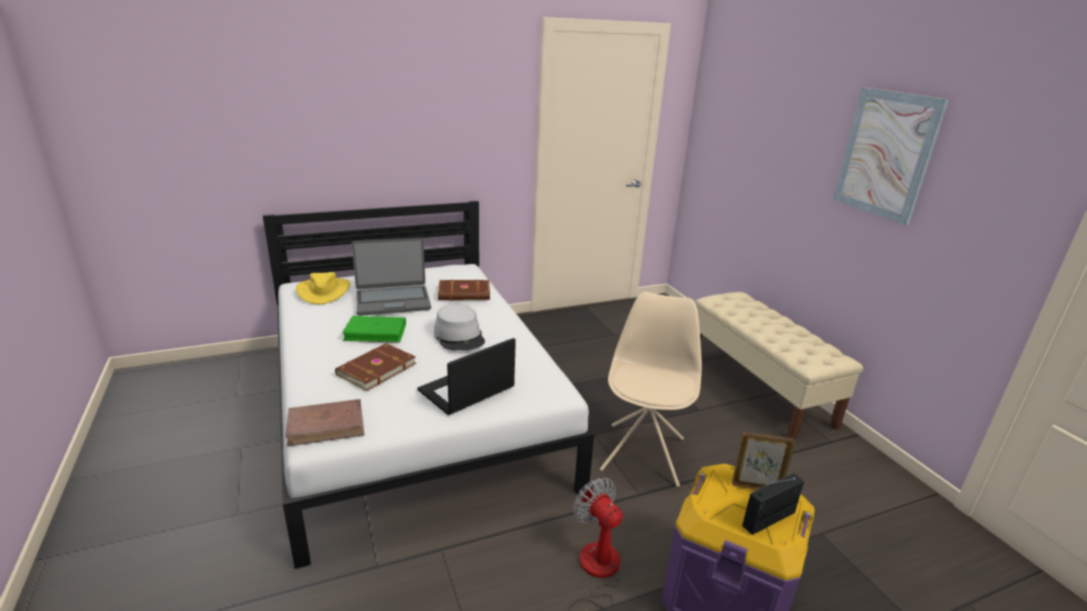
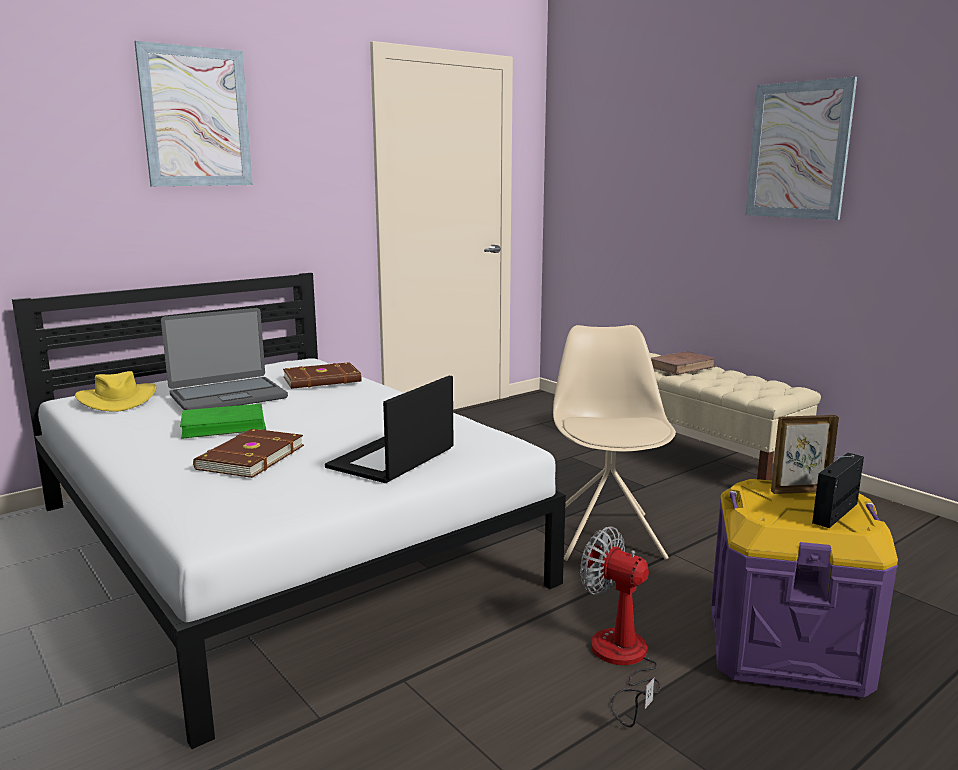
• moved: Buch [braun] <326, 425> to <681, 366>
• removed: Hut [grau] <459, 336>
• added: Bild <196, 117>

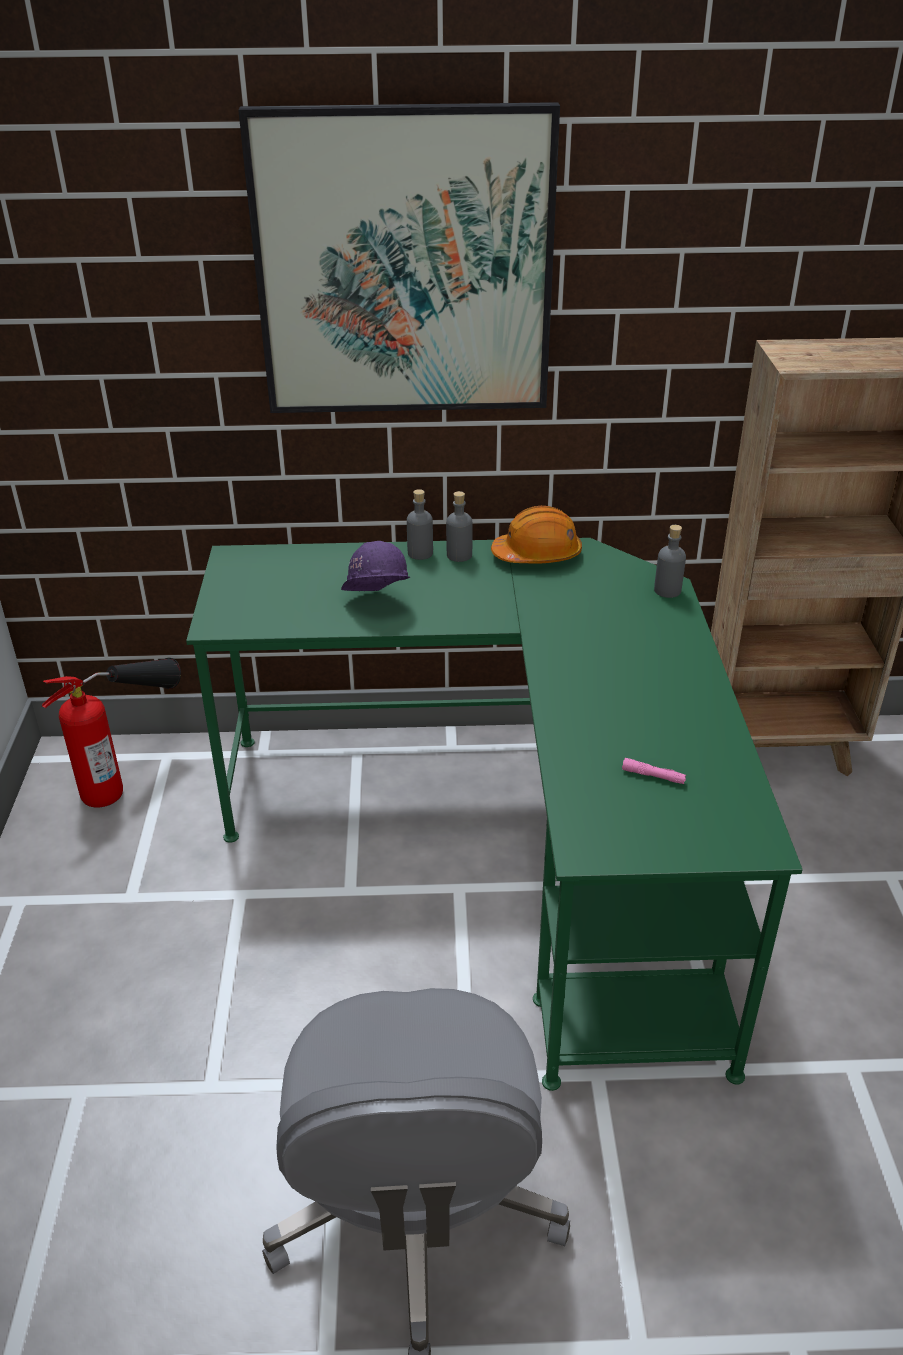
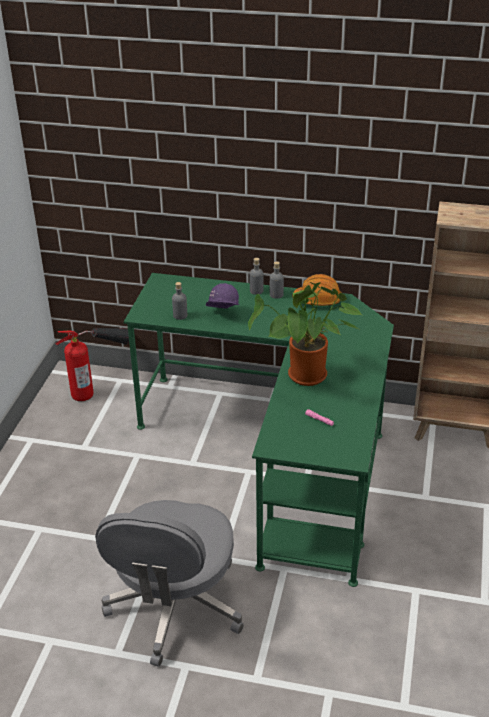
• removed: Bild <404, 265>
• moved: Flasche [grau] <667, 590> to <180, 315>
• added: Topfpflanze <306, 378>

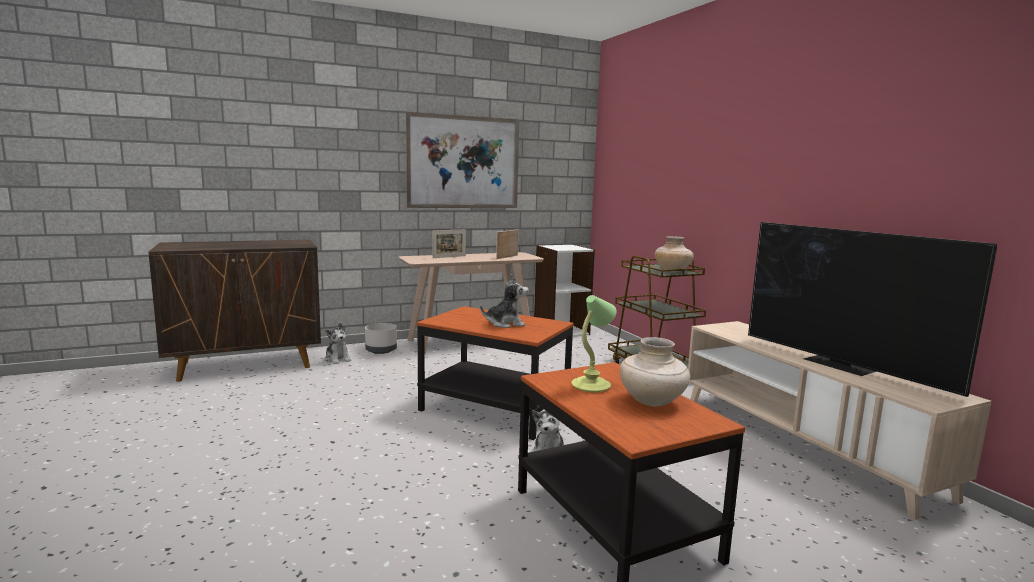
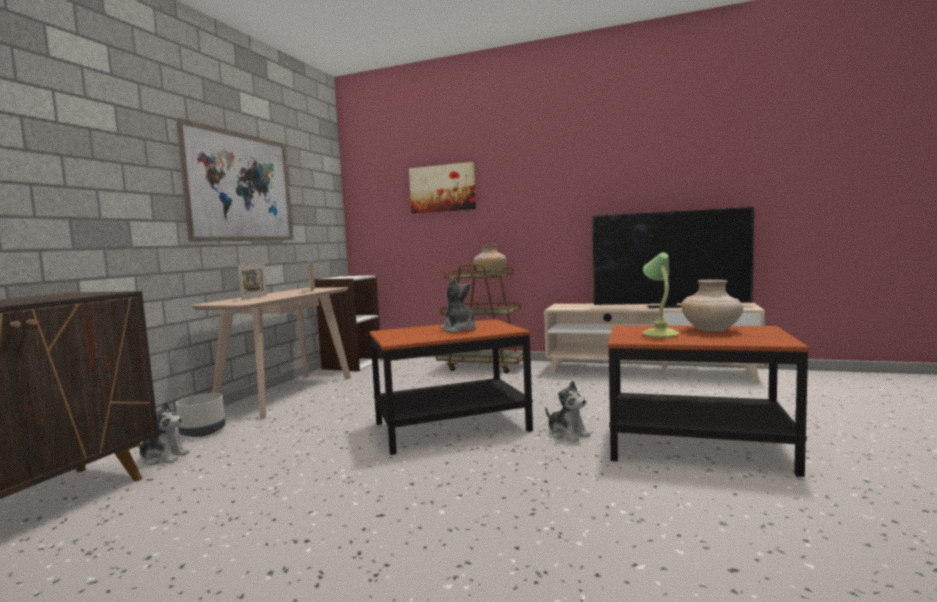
• turned: Plüschtier <505, 324> = <459, 329> 60 degrees counterclockwise
• added: Bild <442, 188>

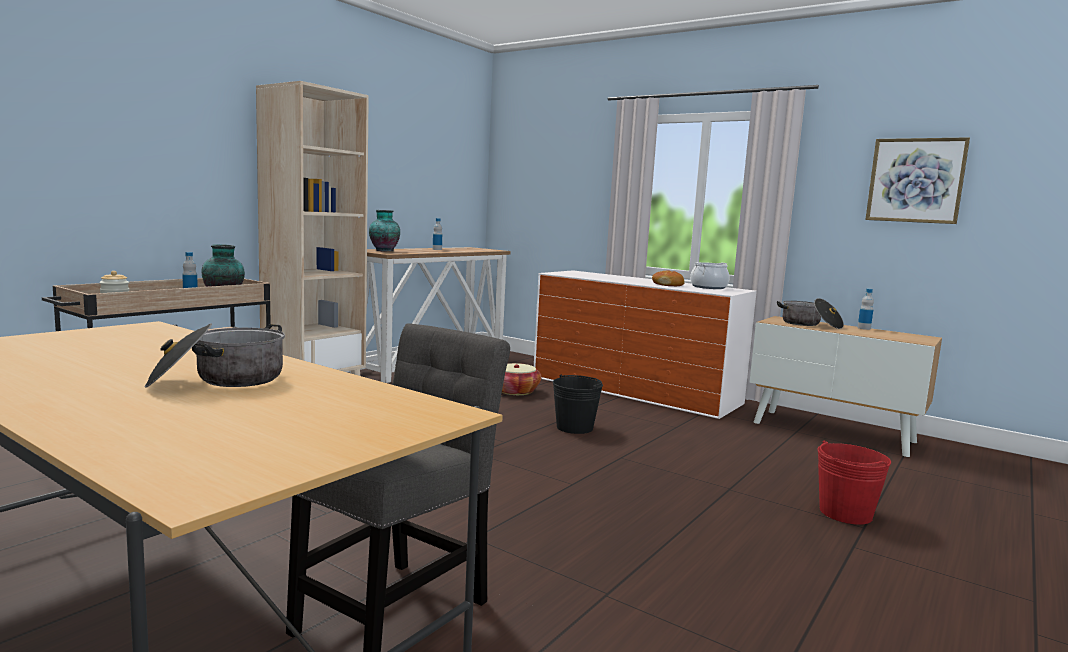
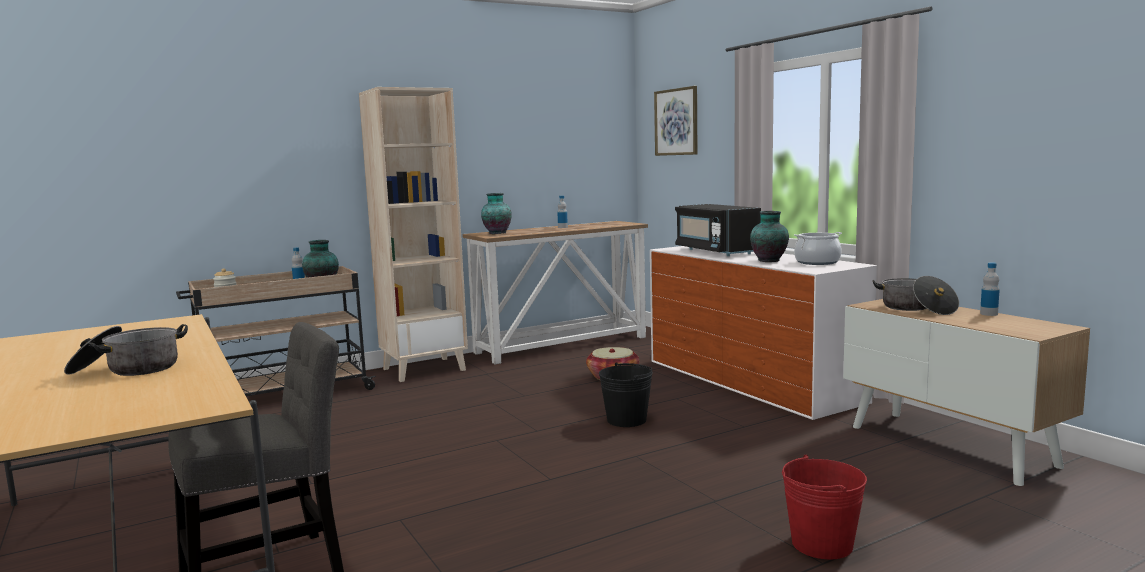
• replaced: Brot <668, 285> to Vase <769, 260>
• moved: Bild <915, 180> to <676, 122>
• added: Mikrowelle [schwarz] <715, 251>

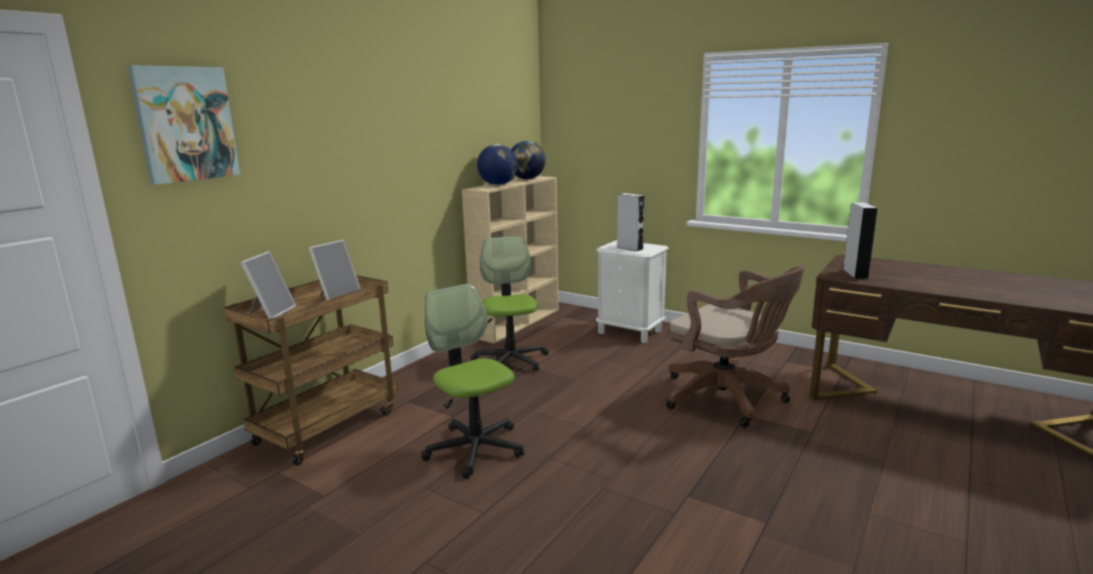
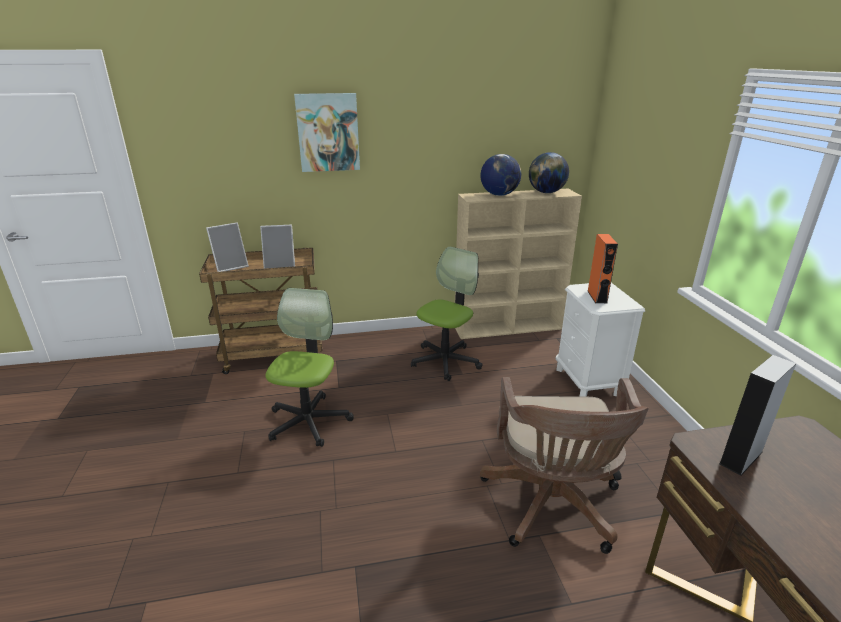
• moved: Bild <186, 124> to <328, 132>
• recoloured: Lautsprecher [grau] <630, 248> to Lautsprecher [orange] <597, 297>

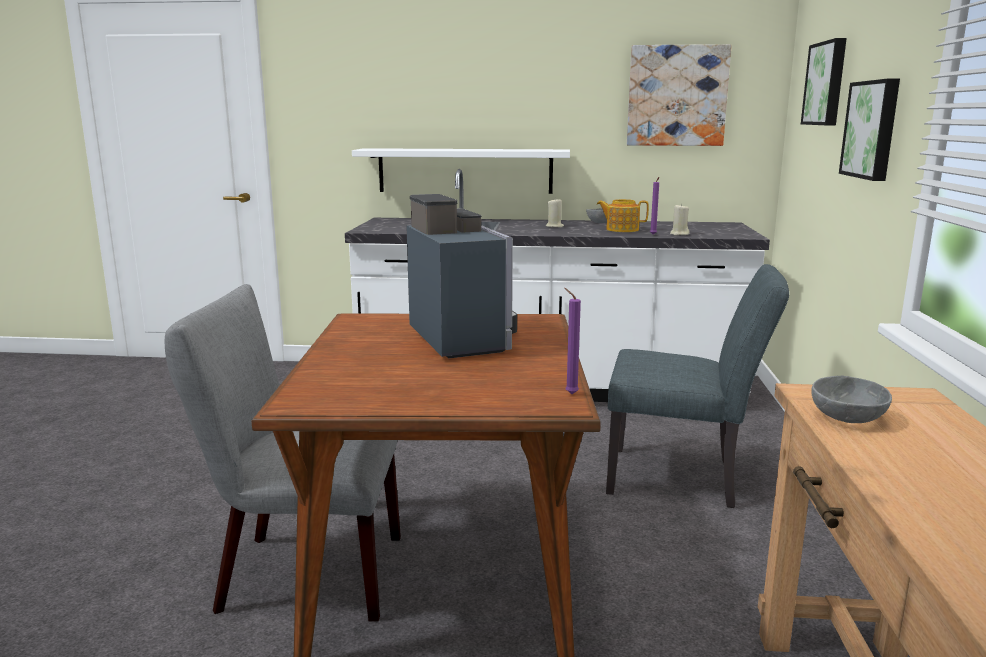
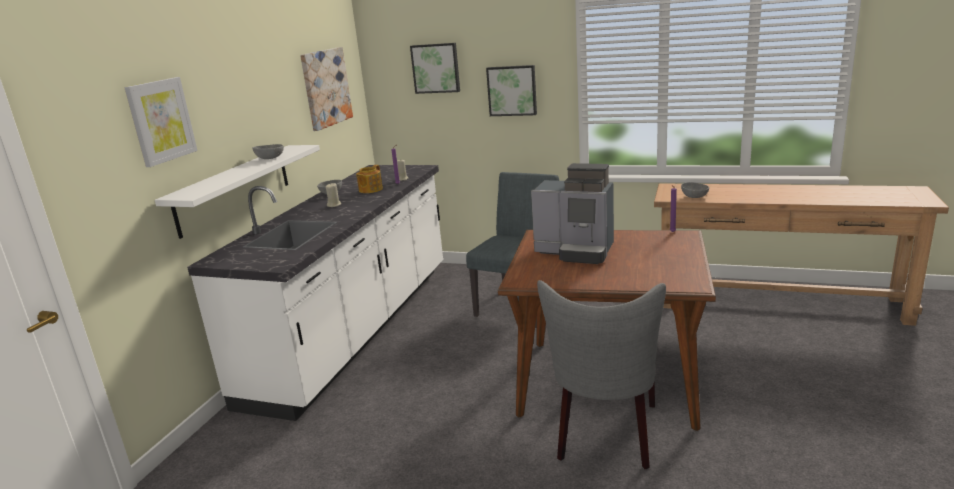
• turned: Kaffeemaschine <464, 338> = <576, 251> 150 degrees counterclockwise
• added: Bild <161, 121>
• added: Schüssel [grau] <270, 158>

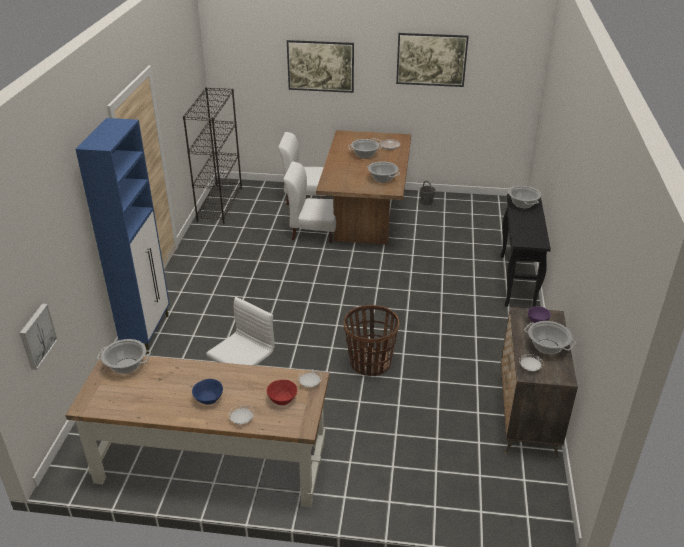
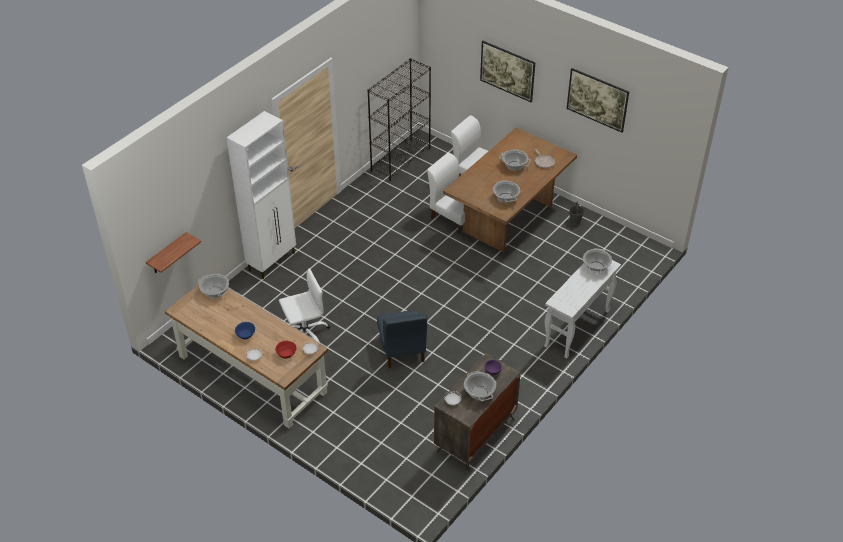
• replaced: Bild <36, 336> to Wandregal <167, 254>
• recoloured: Schrank [blau] <147, 332> to Schrank [weiß] <272, 261>
• replaced: Korb <370, 363> to Stuhl [blau] <402, 349>
• recoloured: Konsolentisch [schwarz] <517, 281> to Konsolentisch [weiß] <577, 329>

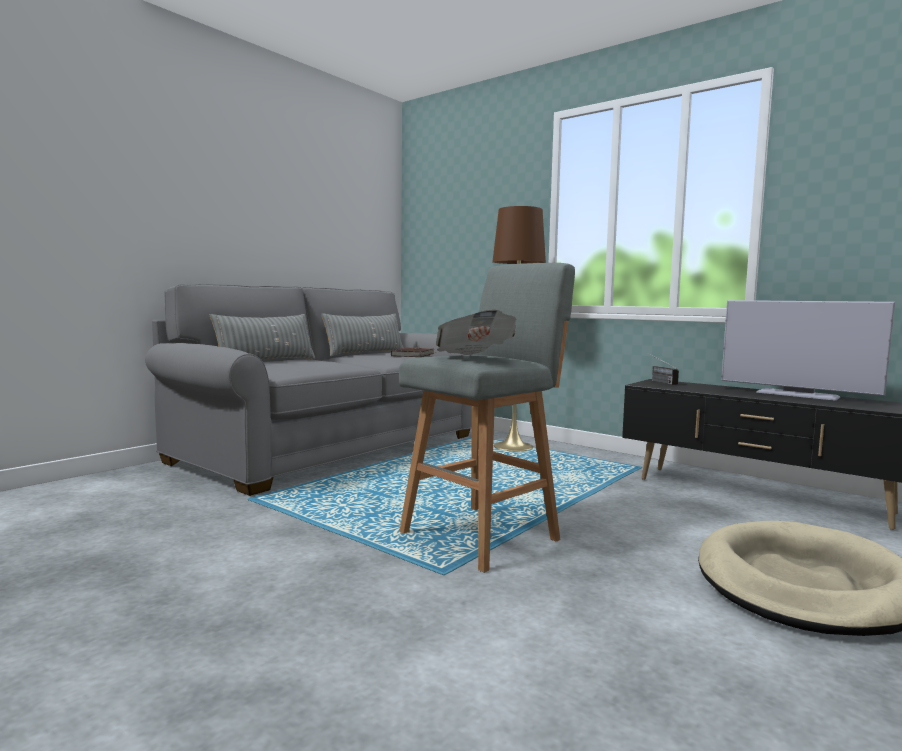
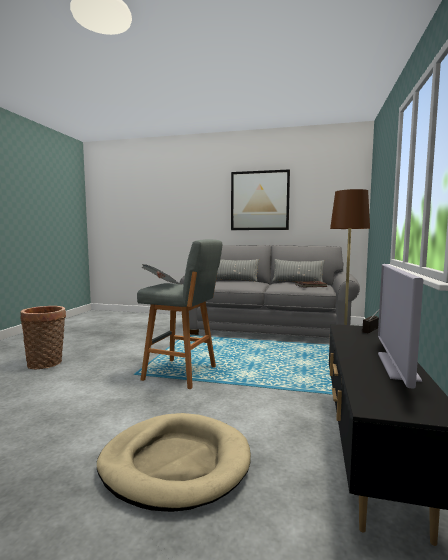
• added: Korb <47, 363>
• added: Bild <259, 201>

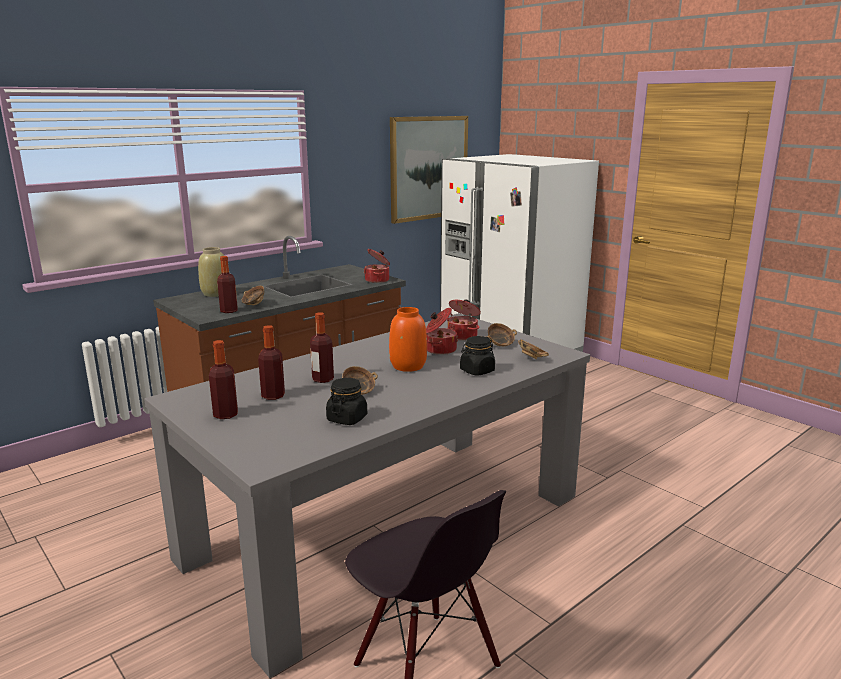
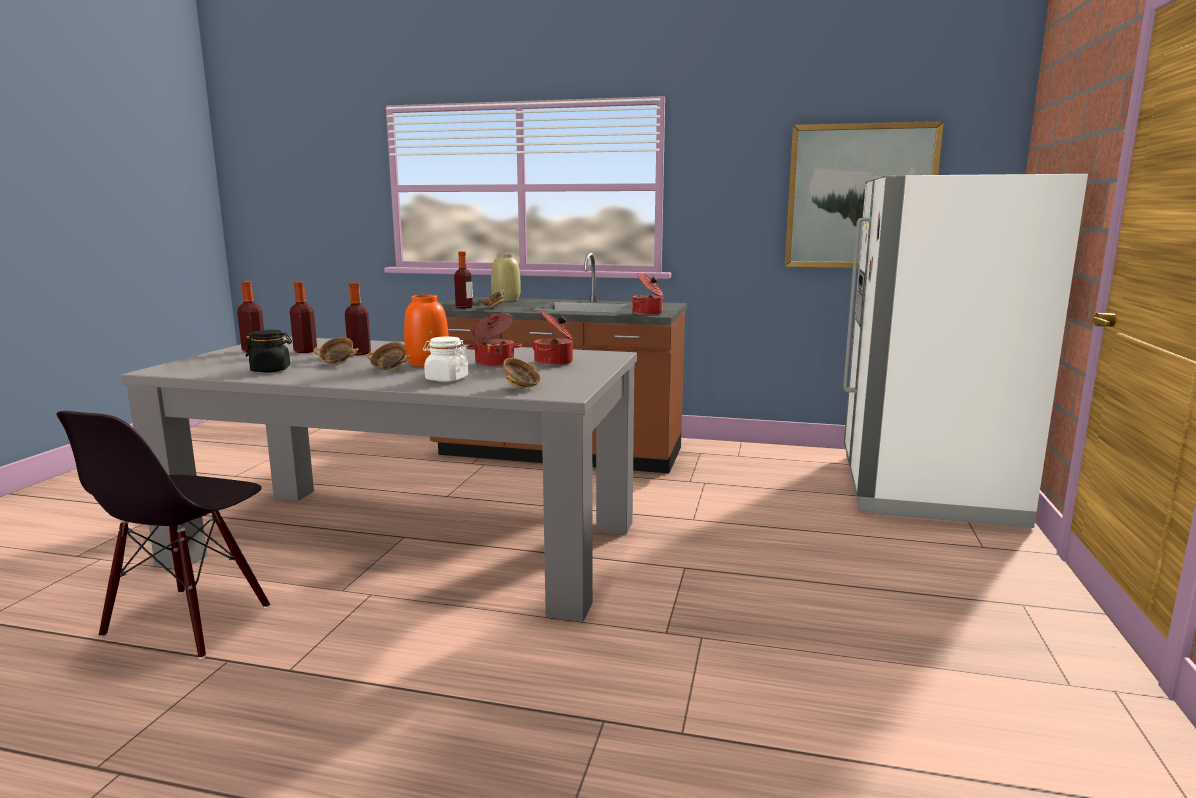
• recoloured: Vorratsglas [schwarz] <477, 371> to Vorratsglas [weiß] <446, 379>
• moved: Schüssel <500, 345> to <389, 370>

